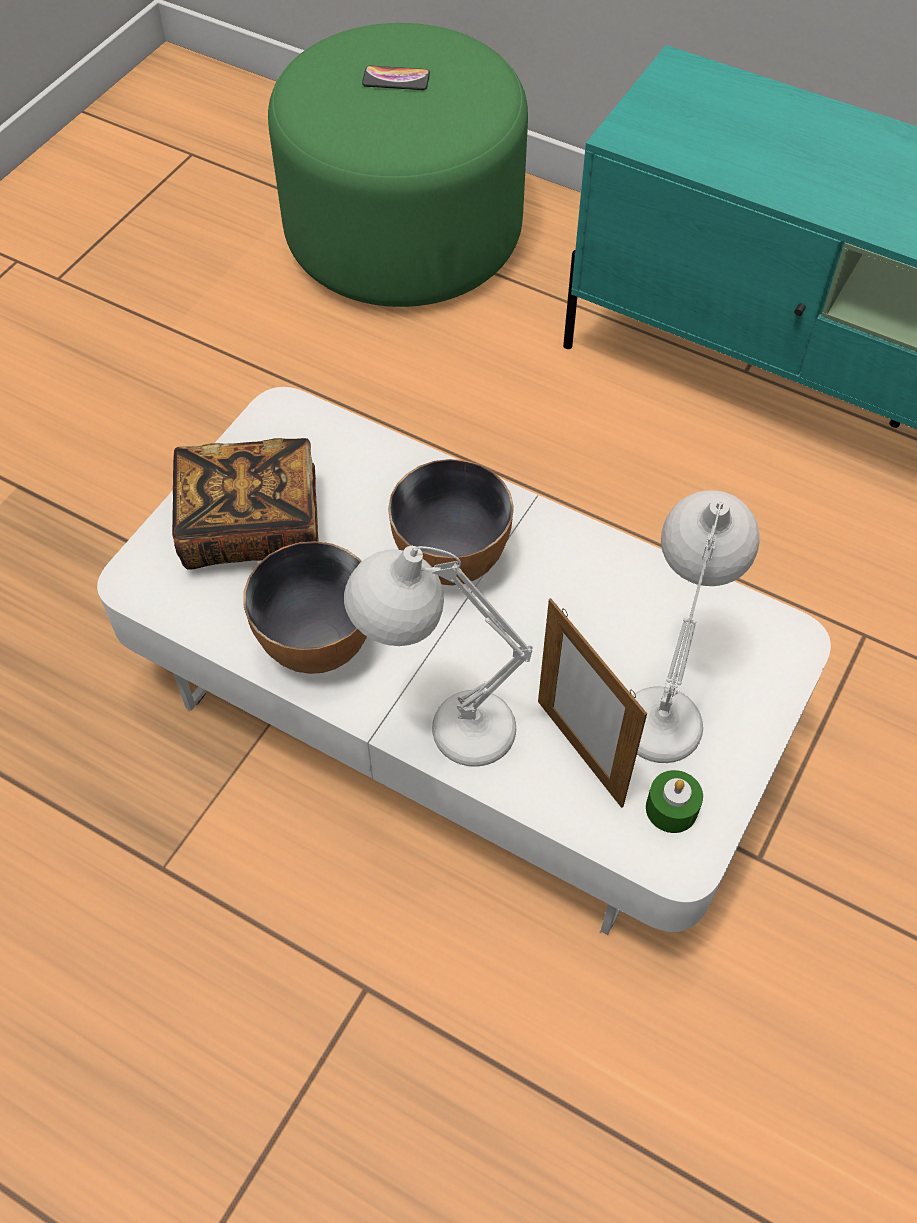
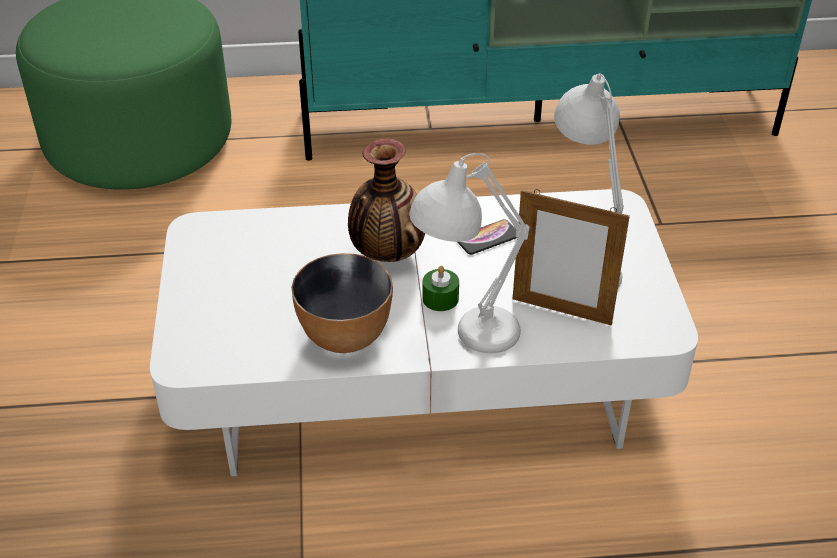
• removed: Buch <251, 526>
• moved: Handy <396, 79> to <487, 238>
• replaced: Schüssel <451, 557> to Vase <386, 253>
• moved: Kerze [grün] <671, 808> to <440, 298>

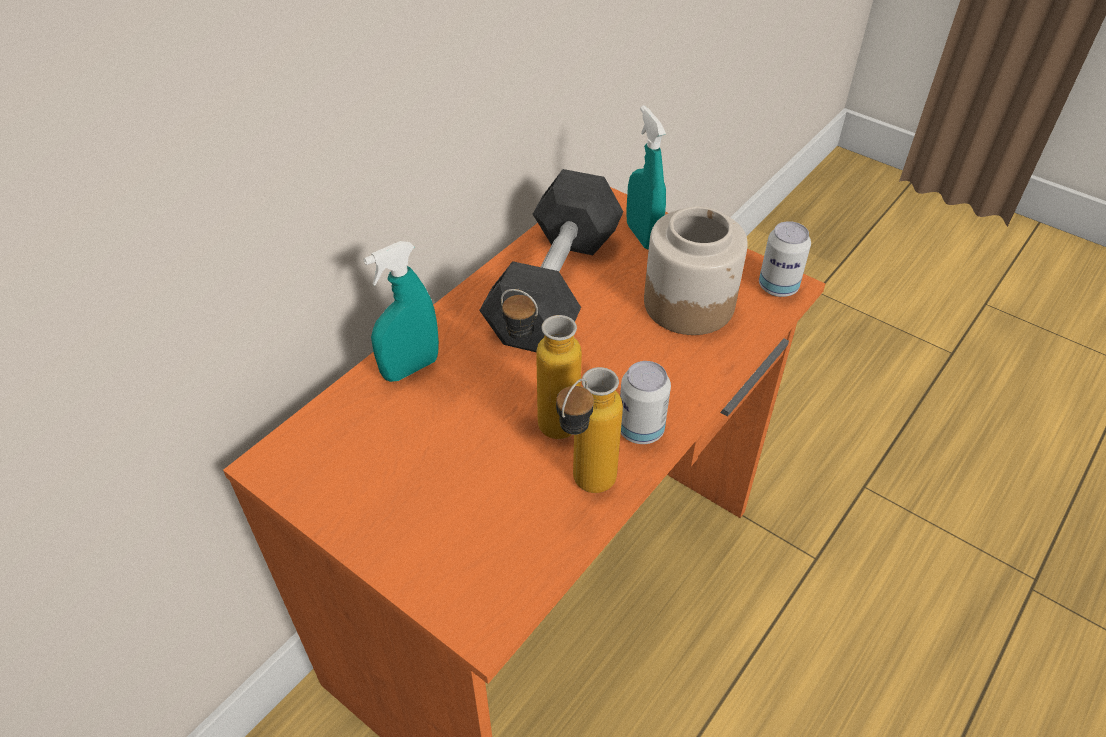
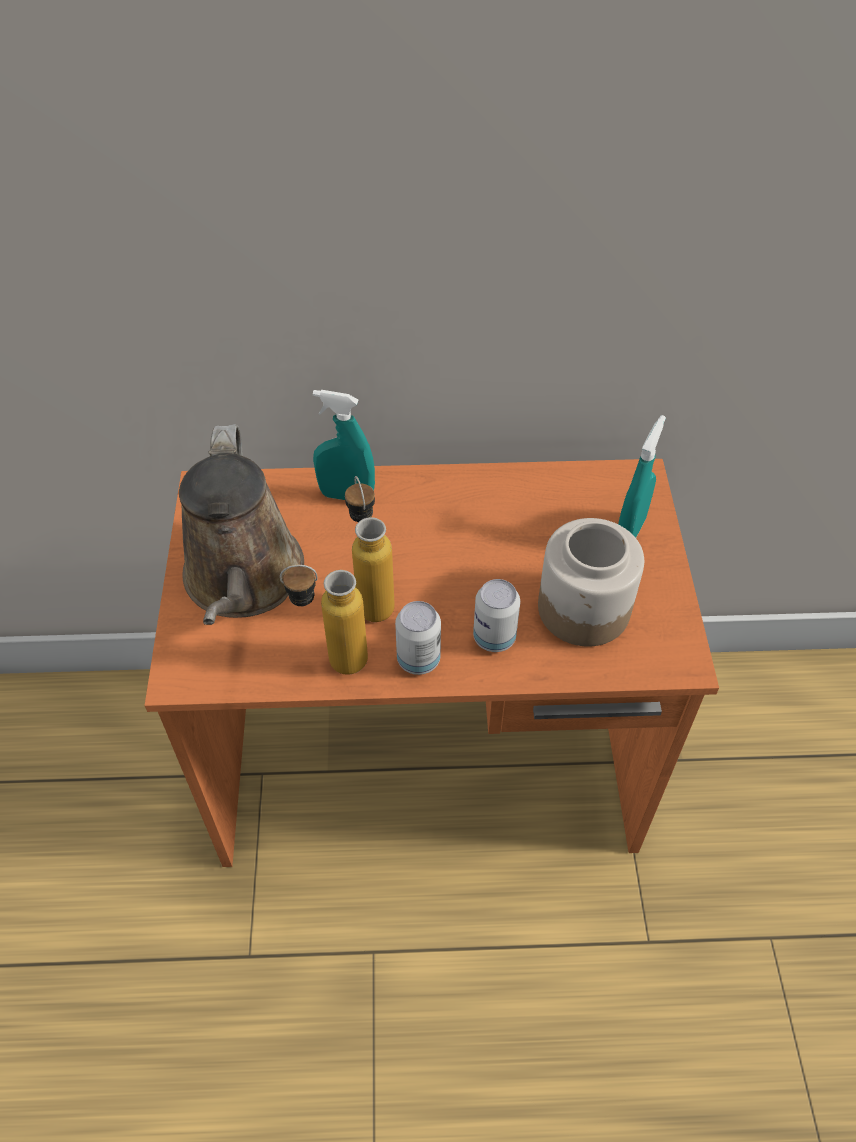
• removed: Hantel [grau] <555, 287>
• moved: Dose <778, 287> to <494, 637>
• added: Gießkanne [braun] <244, 581>

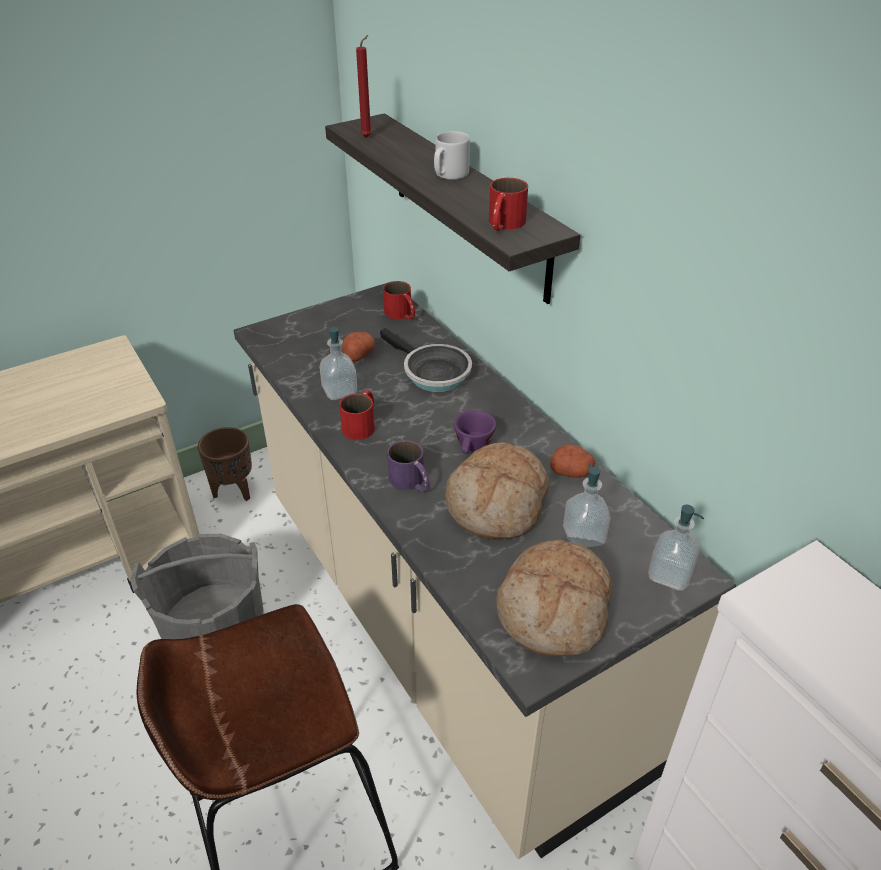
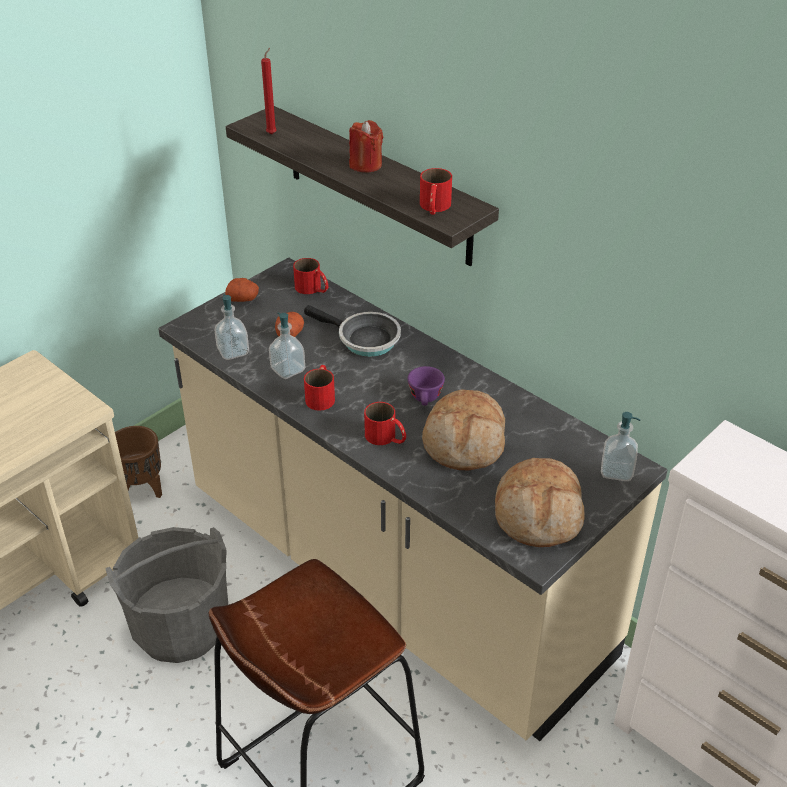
• recoloured: Henkelbecher [lila] <411, 483> to Henkelbecher [rot] <386, 438>
• replaced: Henkelbecher [grau] <449, 175> to Kerze [rot] <365, 165>
• moved: Kartoffel <571, 471> to <243, 298>
• moved: Seifenspender <583, 536> to <233, 351>

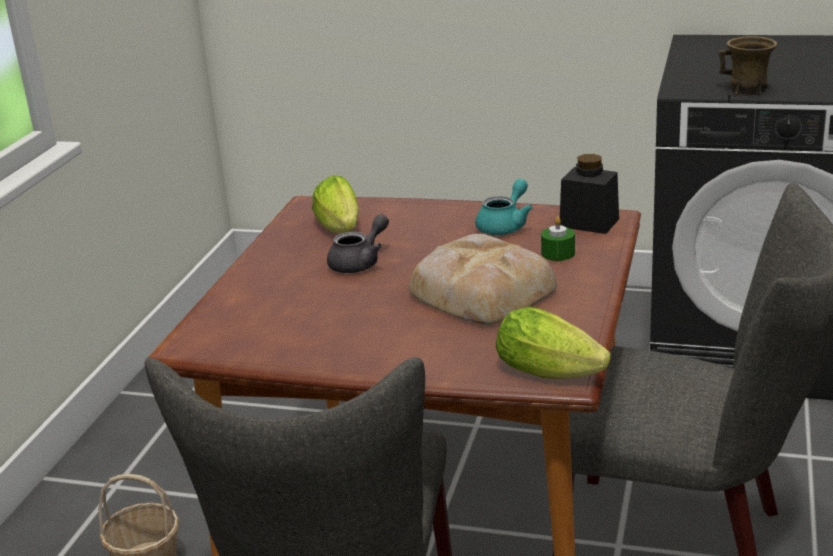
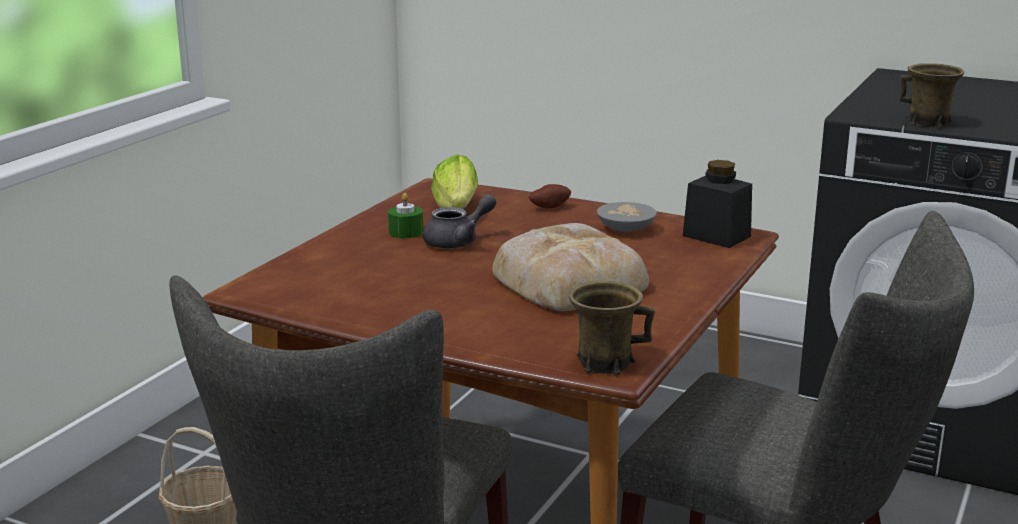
• replaced: Teekanne [türkis] <505, 226> to Schüssel [grau] <626, 228>
• replaced: Salatkopf <554, 372> to Henkelbecher [braun] <604, 362>
• moved: Kerze [grün] <558, 253> to <406, 232>
• added: Kartoffel <549, 207>

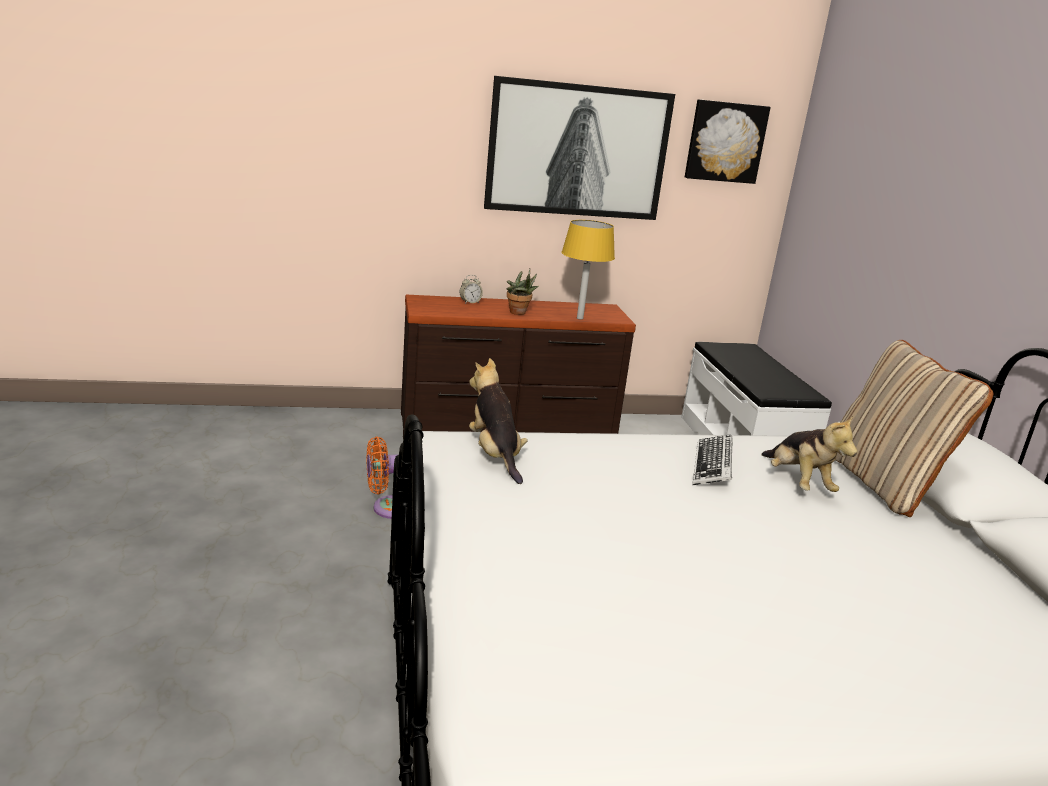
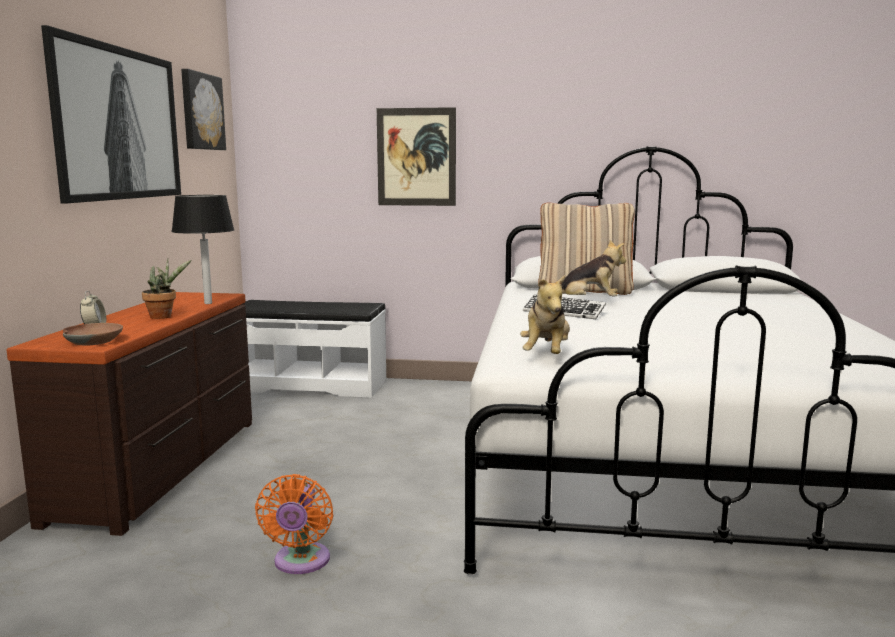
• turned: Plüschtier <495, 455> = <546, 354> 75 degrees counterclockwise
• recoloured: Tischlampe [gelb] <579, 318> to Tischlampe [schwarz] <208, 303>
• added: Schüssel [braun] <93, 341>
• added: Bild <416, 157>

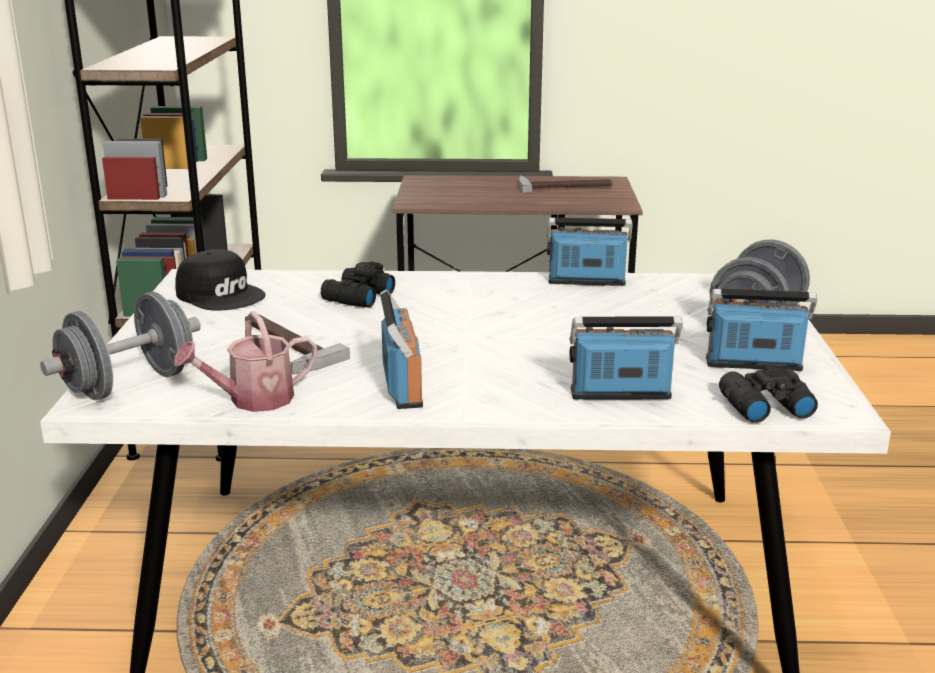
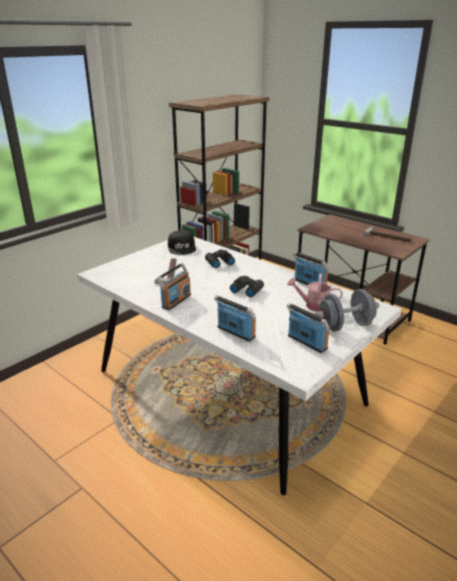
• removed: Hantel [grau] <129, 385>
• moved: Gießkanne <252, 400> to <313, 305>
• moved: Fernglas [schwarz] <762, 406> to <246, 290>

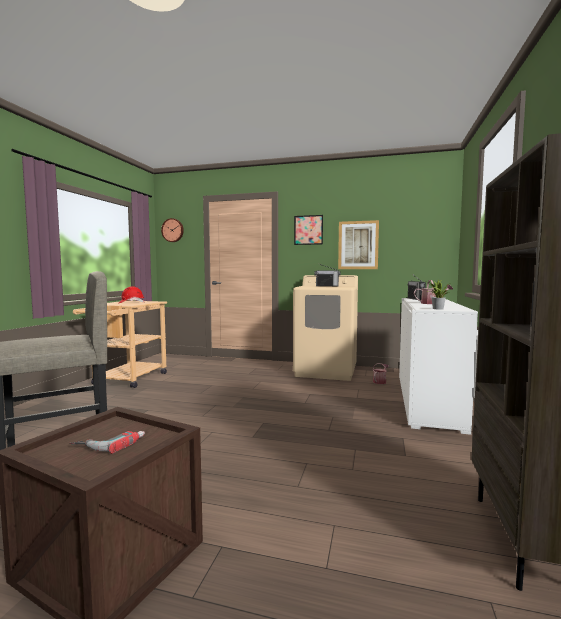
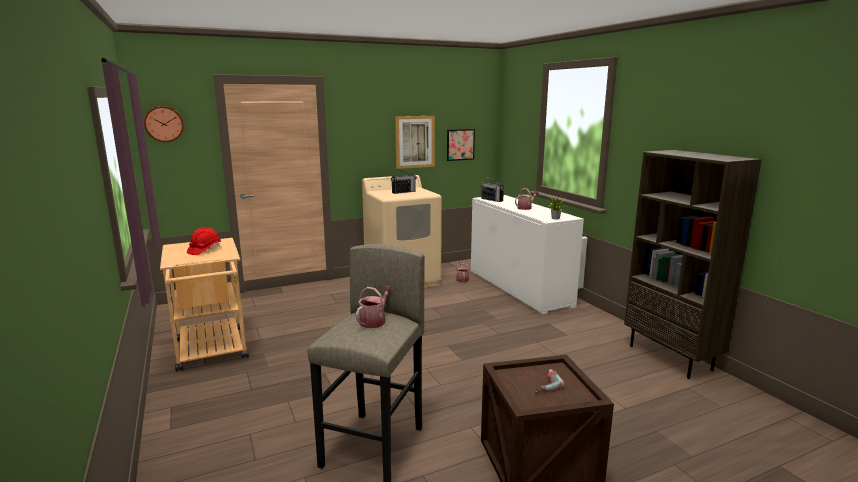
• moved: Bild <308, 230> to <460, 144>
• added: Gießkanne <374, 321>

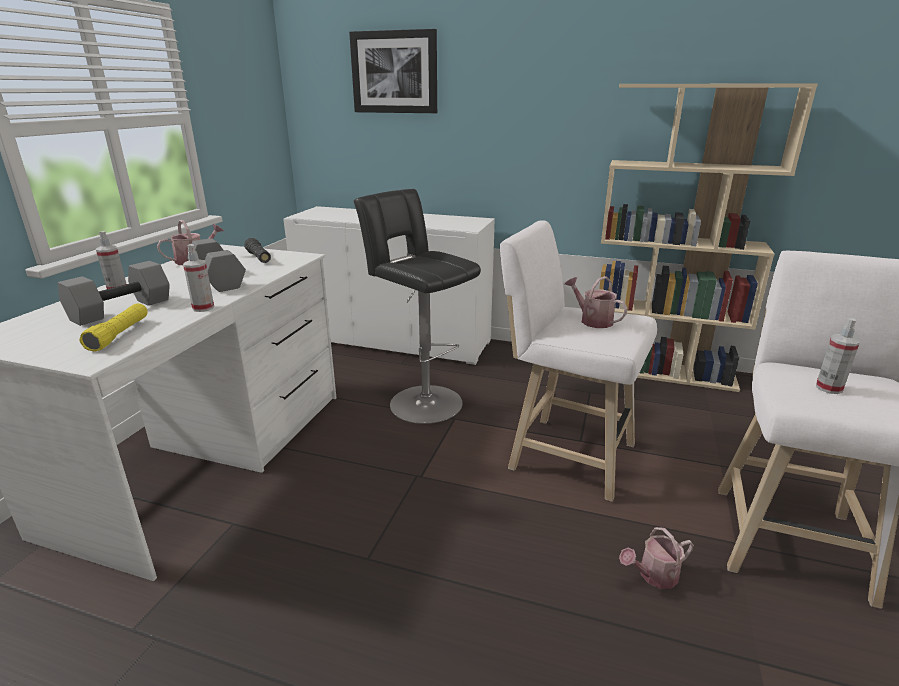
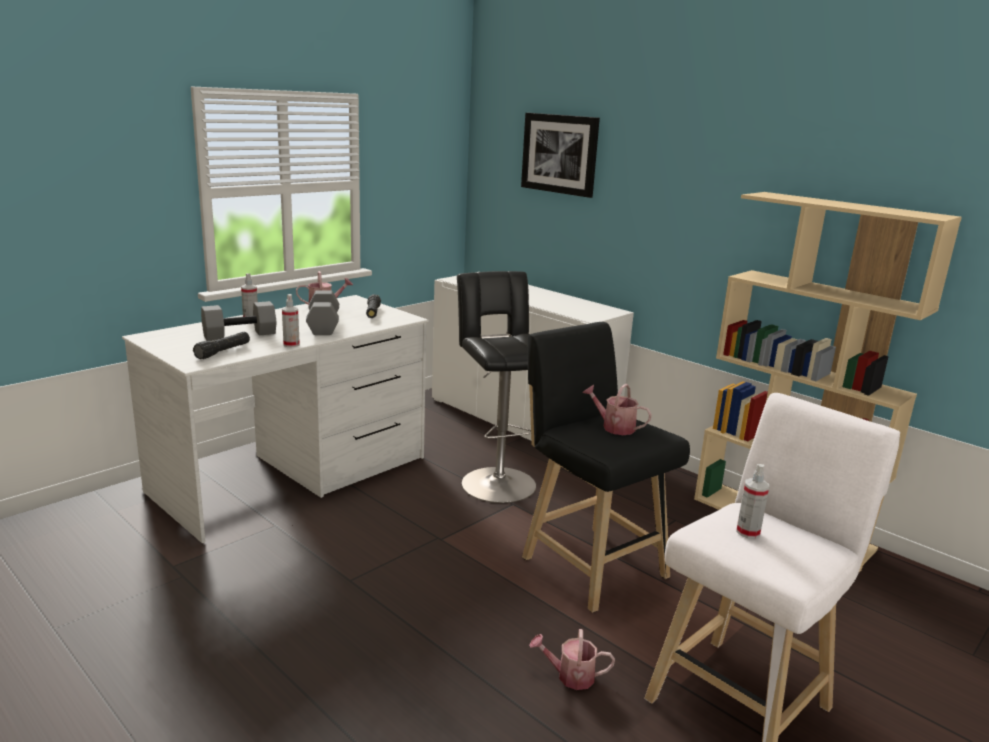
• recoloured: Taschenlampe [gelb] <119, 335> to Taschenlampe [schwarz] <223, 352>
• recoloured: Hocker [weiß] <565, 454> to Hocker [schwarz] <589, 563>
• turned: Gießkanne <592, 320> = <614, 427> 45 degrees counterclockwise

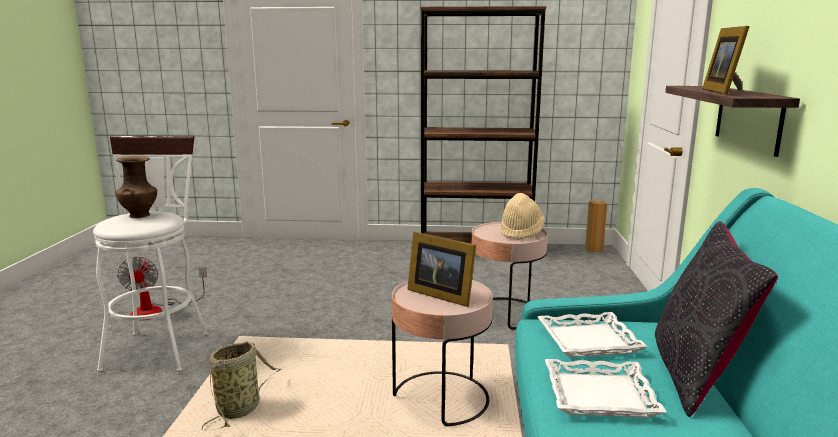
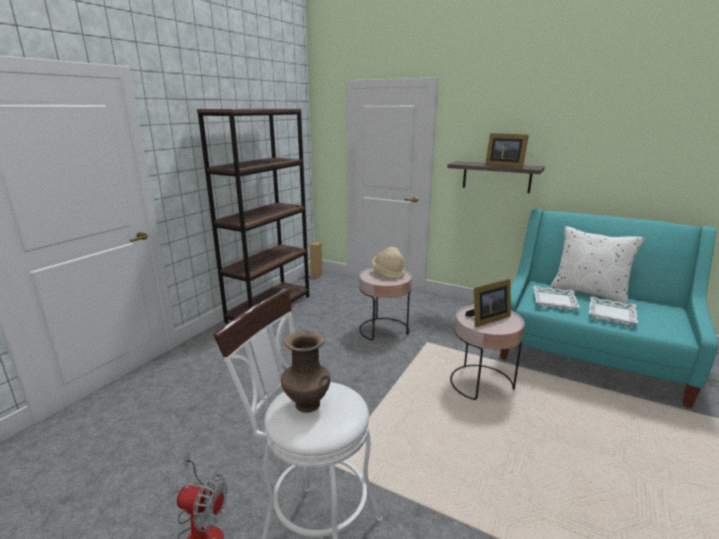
• removed: Korb <240, 408>
• recoloured: Kissen [schwarz] <696, 374> to Kissen [weiß] <588, 292>

